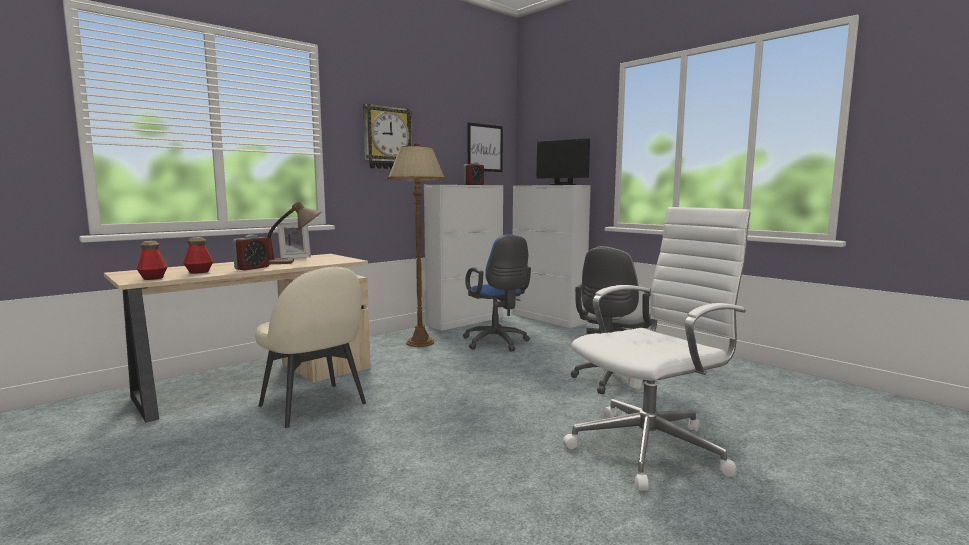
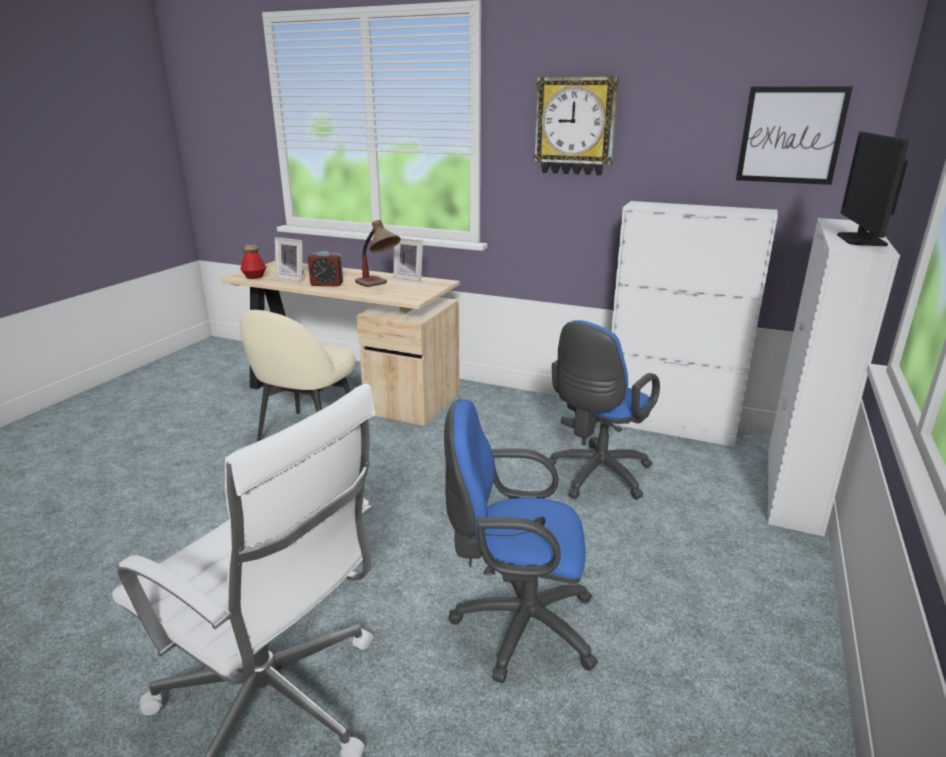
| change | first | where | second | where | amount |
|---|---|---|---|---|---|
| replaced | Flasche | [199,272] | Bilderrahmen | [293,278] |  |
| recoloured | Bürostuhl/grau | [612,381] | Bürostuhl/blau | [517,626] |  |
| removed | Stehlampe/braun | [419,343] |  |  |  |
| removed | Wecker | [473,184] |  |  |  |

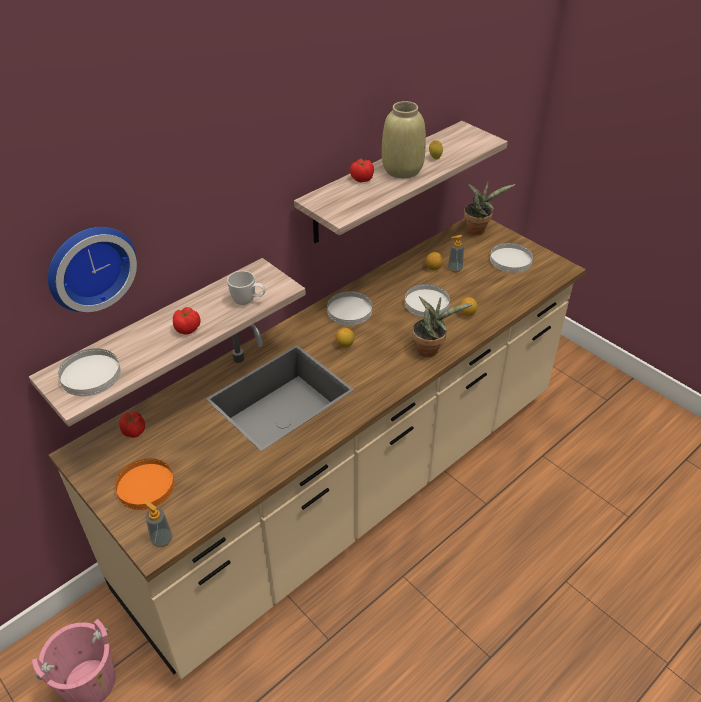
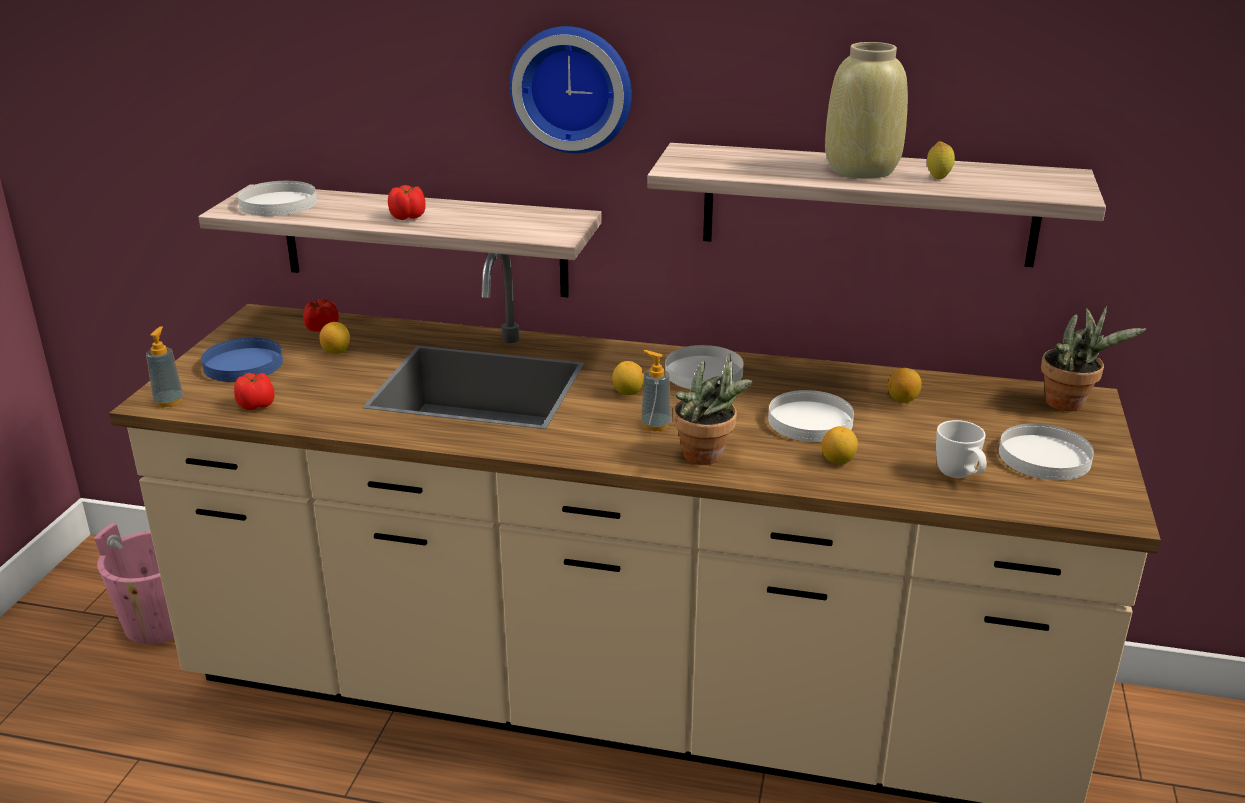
| change | first | where | second | where | amount |
|---|---|---|---|---|---|
| recoloured | Teller/orange | [145,486] | Teller/blau | [242,364] |  |
| moved | Tomate | [361,179] |  | [256,405] |  |
| added |  |  | Zitrone | [336,351] |  |
| moved | Wanduhr | [89,266] |  | [573,88] |  |
| moved | Seifenspender | [455,268] |  | [655,425] |  |
| moved | Henkelbecher/weiß | [248,301] |  | [960,477] |  |

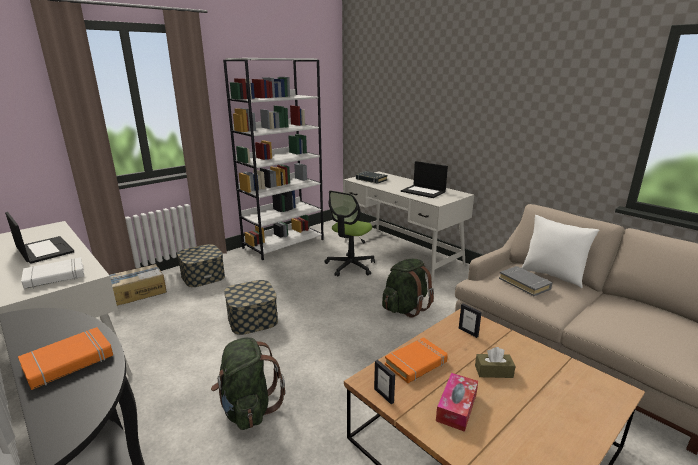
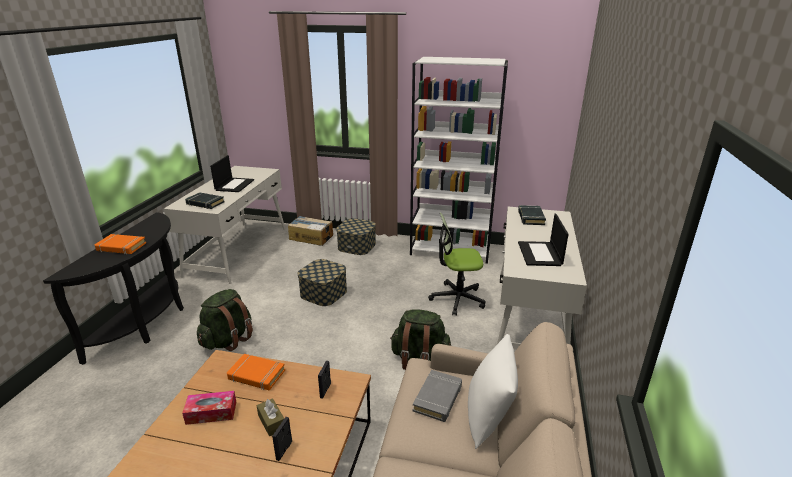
| change | first | where | second | where | amount |
|---|---|---|---|---|---|
| recoloured | Buch/weiß | [55,277] | Buch/schwarz | [205,203] |  |
| moved | Bilderrahmen | [384,395] |  | [284,450] |  |

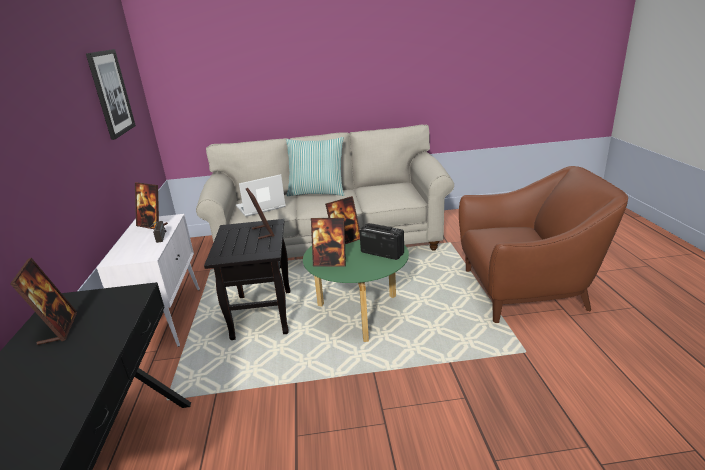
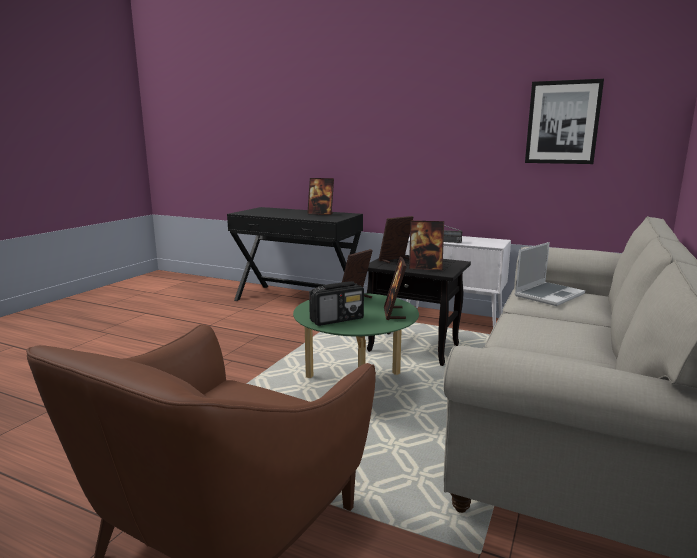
| change | first | where | second | where | amount |
|---|---|---|---|---|---|
| moved | Bilderrahmen | [152,225] |  | [395,260] |  |
| turned | Laptop | [260,207] |  | [548,295] | 45 degrees clockwise |
| removed | Kissen | [317,192] |  |  |  |

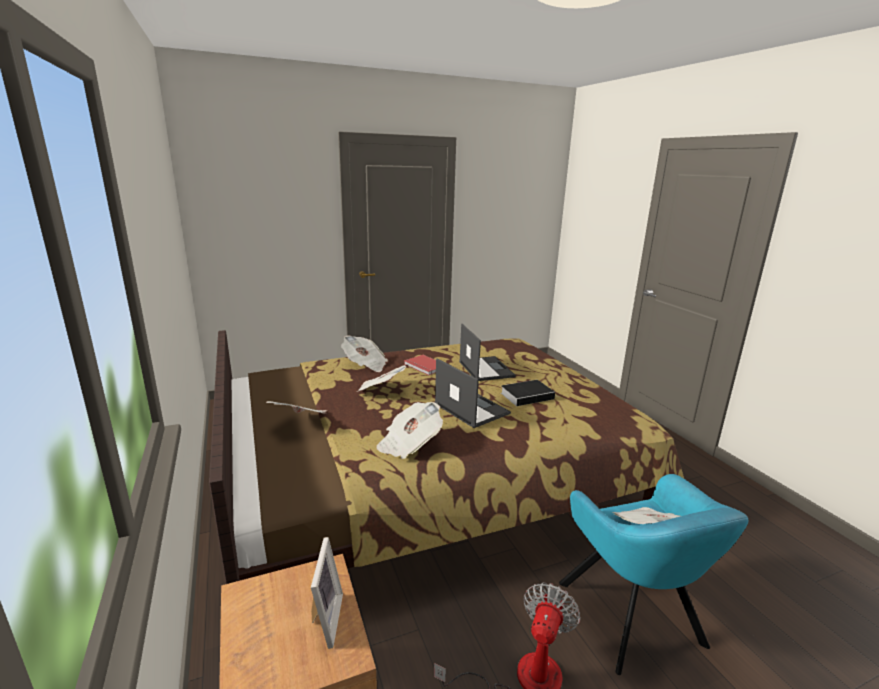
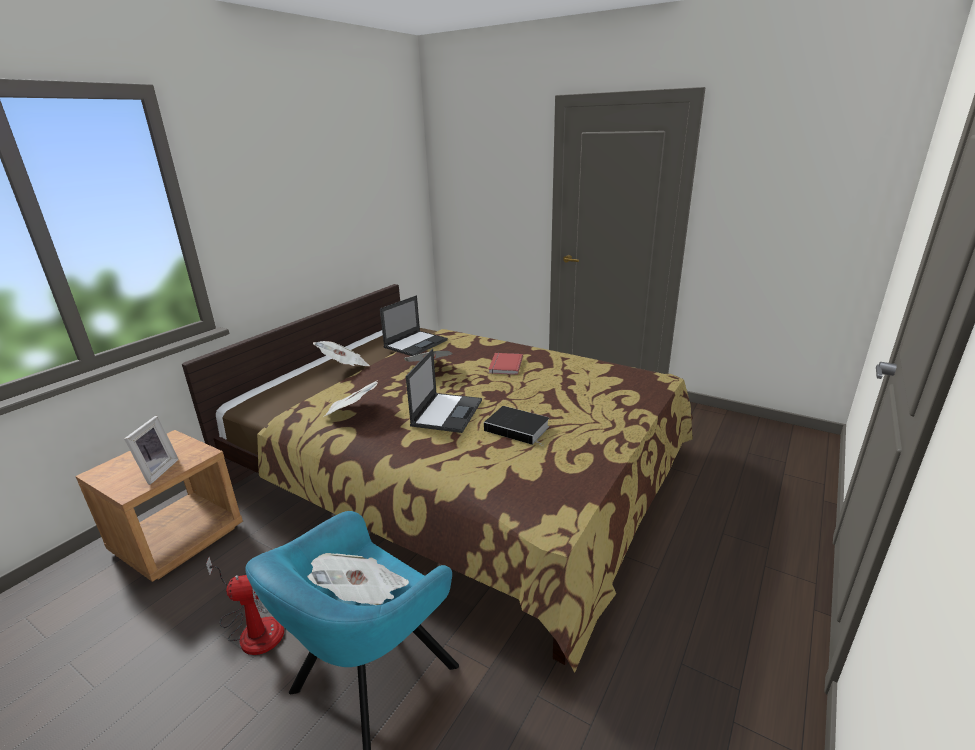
| change | first | where | second | where | amount |
|---|---|---|---|---|---|
| turned | Bilderrahmen | [323,620] |  | [156,471] | 45 degrees counterclockwise |
| moved | Laptop | [485,368] |  | [416,343] |  |
| removed | Zeitung | [365,365] |  |  |  |

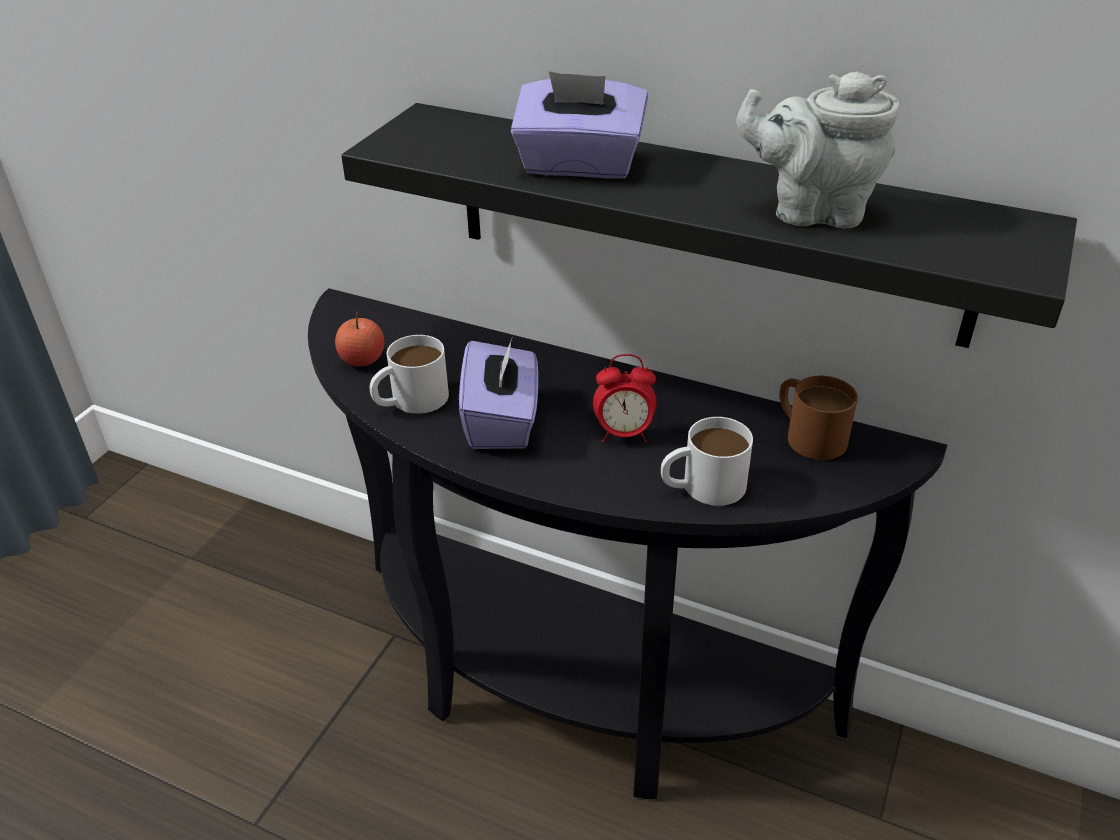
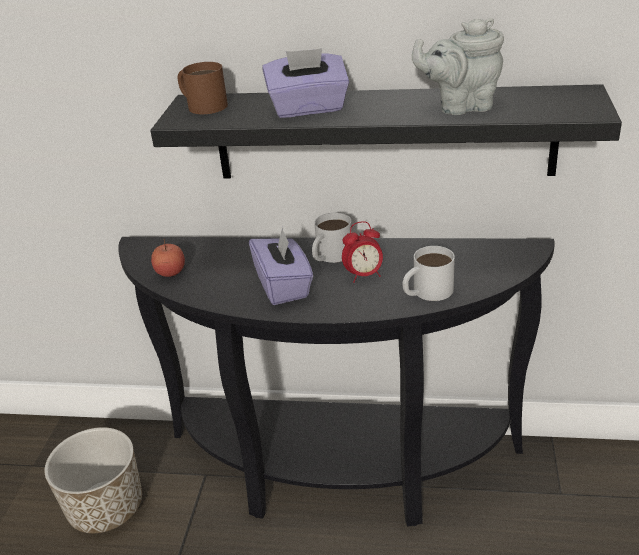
| change | first | where | second | where | amount |
|---|---|---|---|---|---|
| added |  |  | Pflanzkübel | [106,507] |  |
| moved | Henkelbecher/braun | [808,433] |  | [202,105] |  |
| moved | Henkelbecher/weiß | [410,400] |  | [330,256] |  |

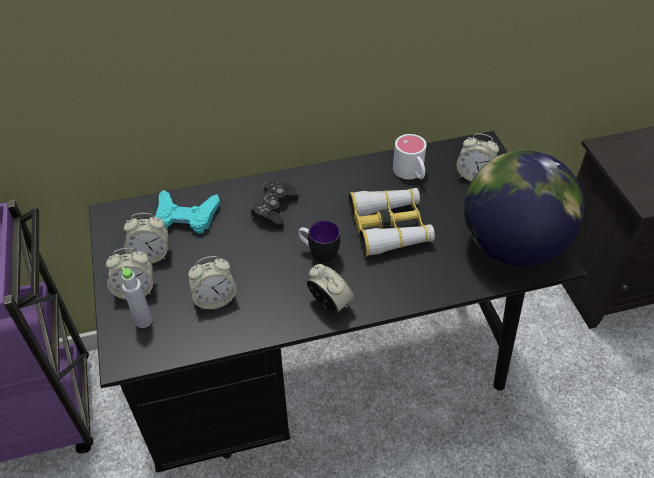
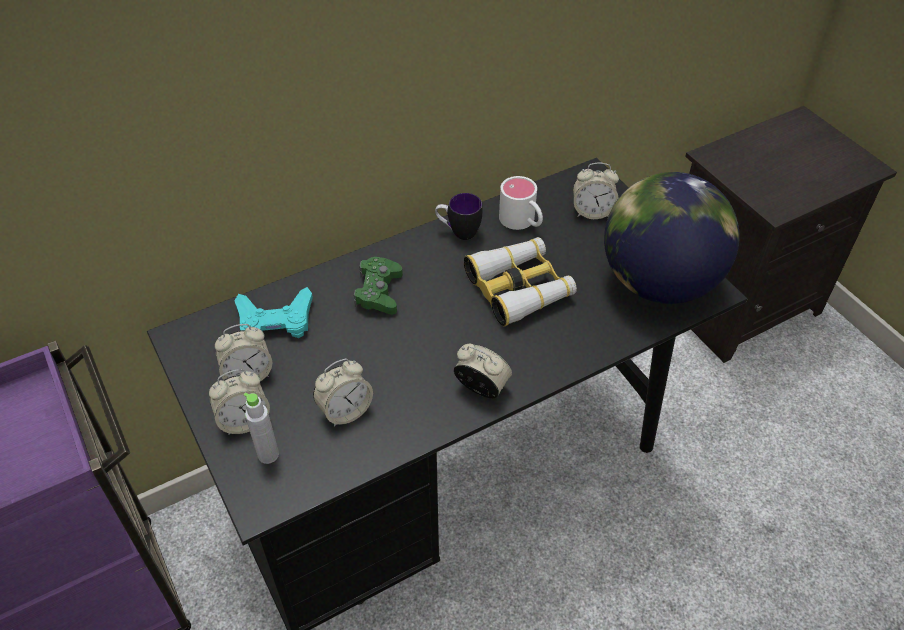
| change | first | where | second | where | amount |
|---|---|---|---|---|---|
| recoloured | Gamepad/schwarz | [274,209] | Gamepad/grün | [379,292] |  |
| moved | Henkelbecher | [318,254] |  | [458,232] |  |

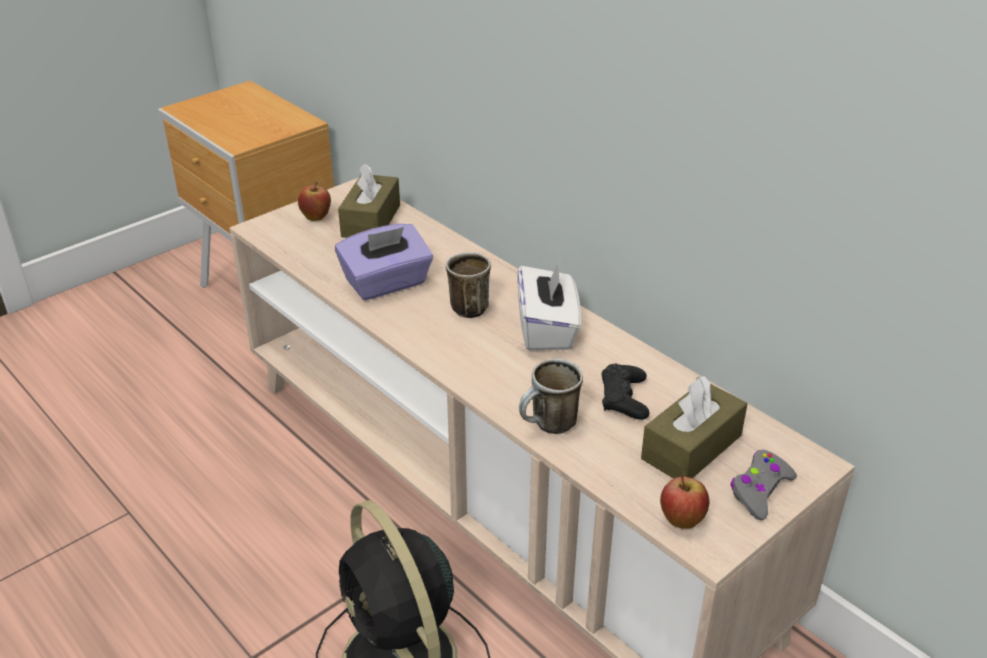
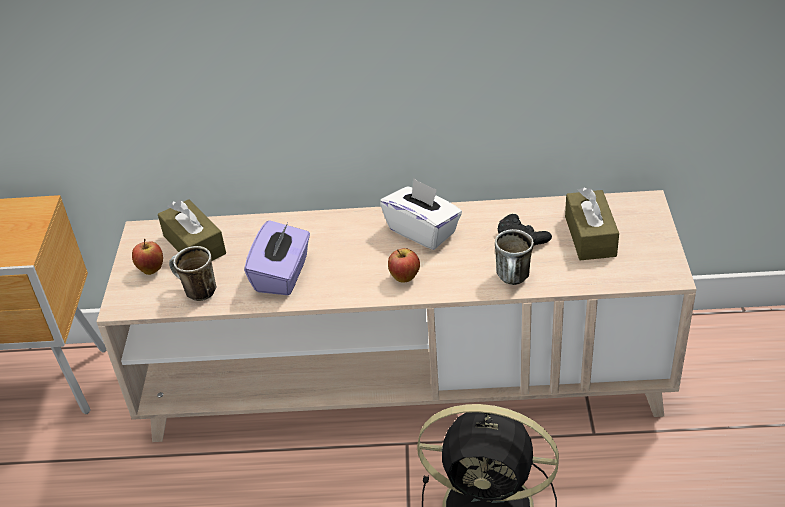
| change | first | where | second | where | amount |
|---|---|---|---|---|---|
| moved | Henkelbecher | [466,306] |  | [195,292] |  |
| moved | Apfel | [681,521] |  | [404,278] |  |
| removed | Gamepad/grau | [760,490] |  |  |  |

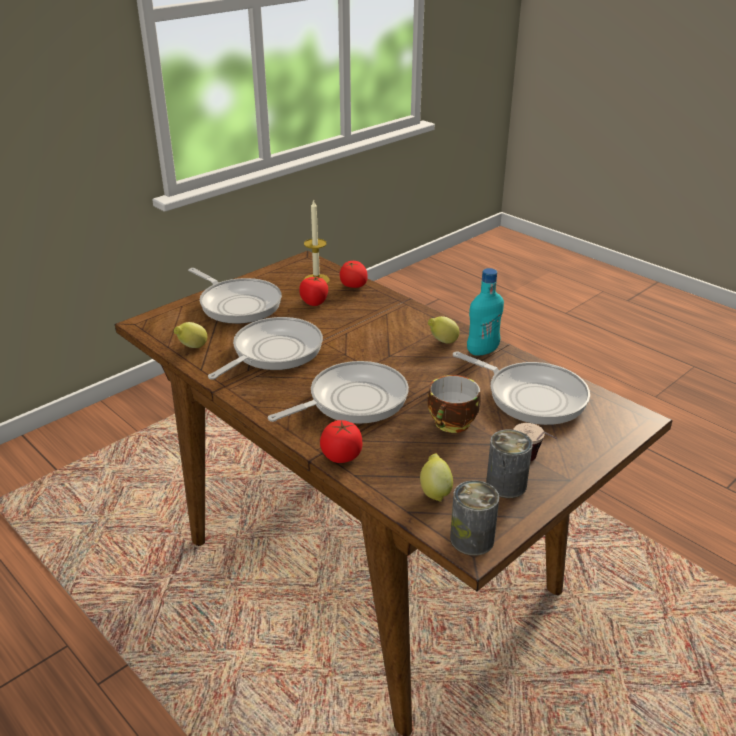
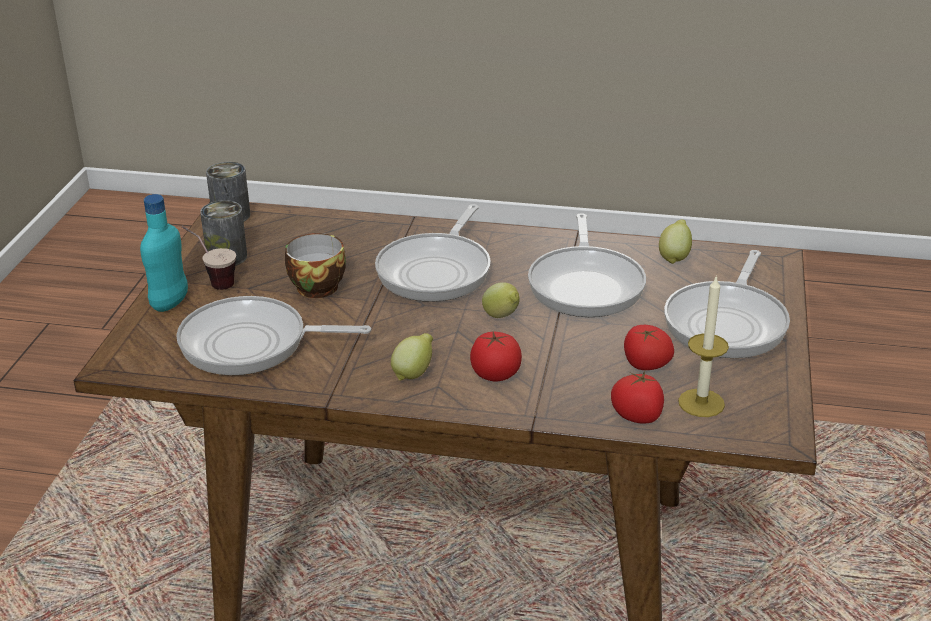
| change | first | where | second | where | amount |
|---|---|---|---|---|---|
| moved | Flasche/türkis | [482,351] |  | [170,303] |  |
| moved | Tomate | [341,455] |  | [495,374] |  |
| moved | Zitrone | [435,491] |  | [502,317] |  |
| turned | Pfanne | [238,304] |  | [728,323] | 75 degrees counterclockwise |

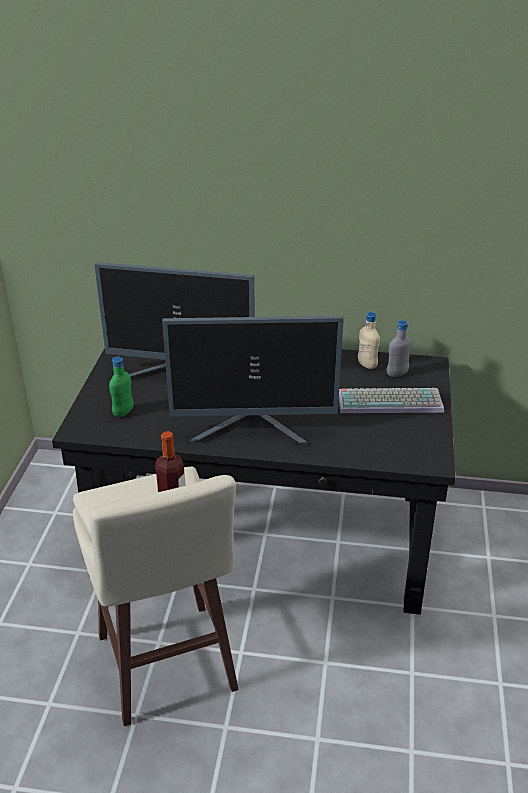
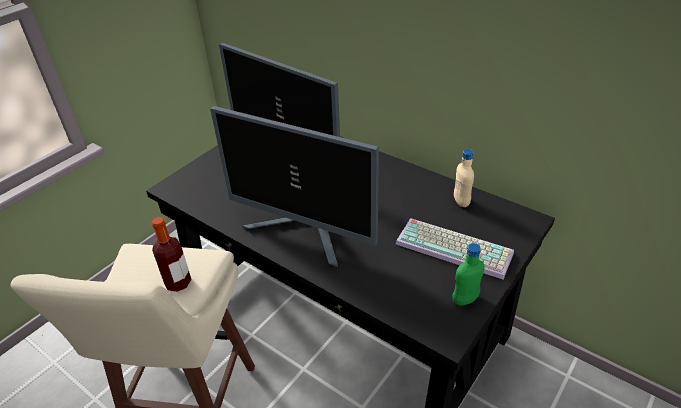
| change | first | where | second | where | amount |
|---|---|---|---|---|---|
| moved | Flasche/grün | [123,412] |  | [465,300] |  |
| removed | Flasche/grau | [397,374] |  |  |  |

